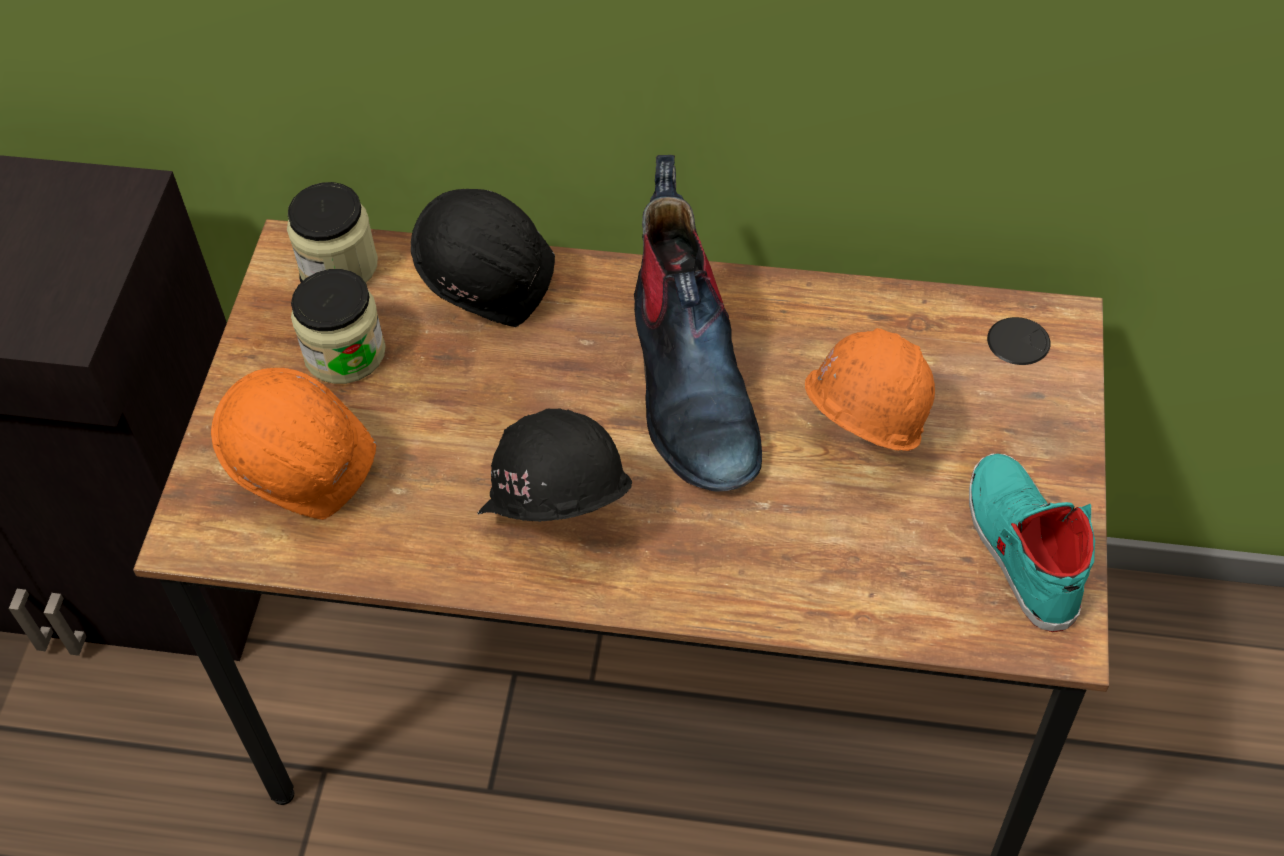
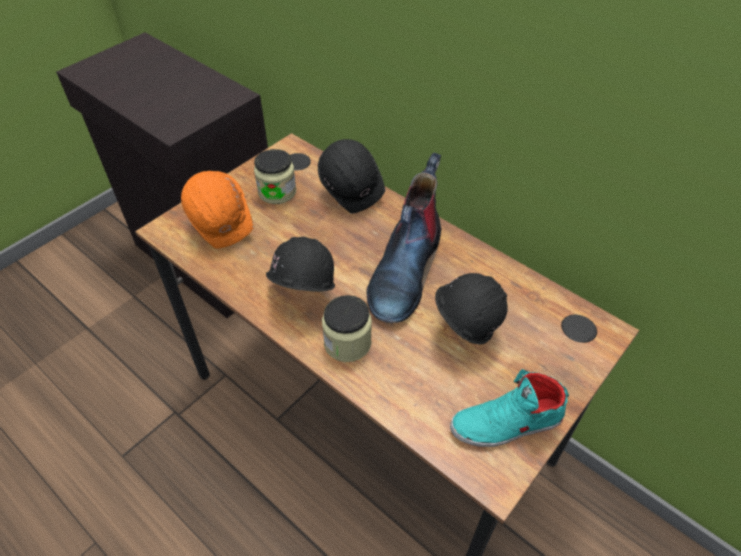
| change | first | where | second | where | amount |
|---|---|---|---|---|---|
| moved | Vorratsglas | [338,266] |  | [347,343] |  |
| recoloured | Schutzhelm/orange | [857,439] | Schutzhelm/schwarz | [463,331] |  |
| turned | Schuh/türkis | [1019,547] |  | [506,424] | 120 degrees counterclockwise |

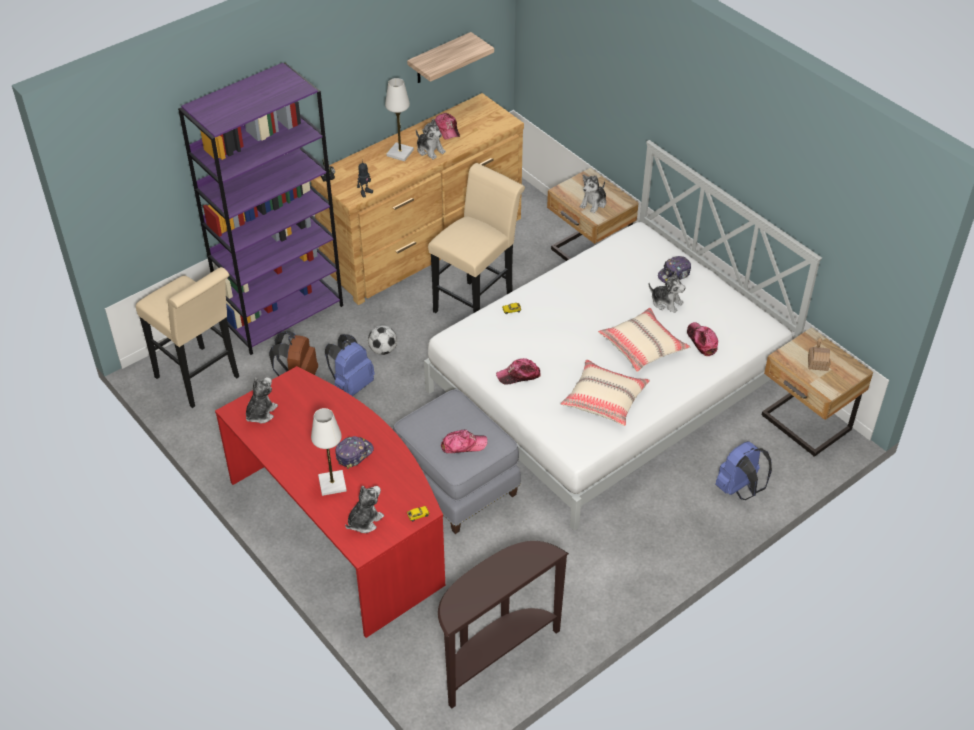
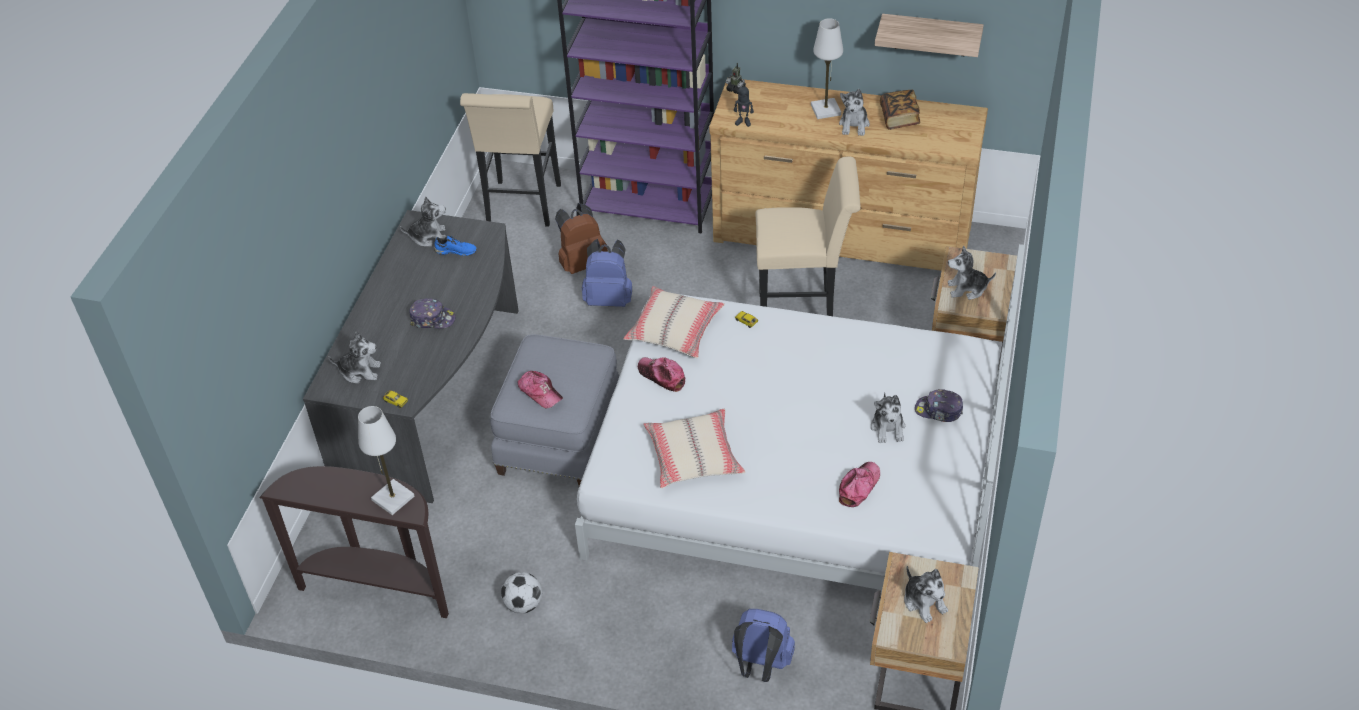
| change | first | where | second | where | amount |
|---|---|---|---|---|---|
| recoloured | Schreibtisch/rot | [341,528] | Schreibtisch/grau | [437,395] |  |
| moved | Tischlampe/weiß | [332,484] |  | [393,498] |  |
| added |  |  | Schuh/blau | [456,251] |  |
| moved | Fußball | [383,350] |  | [523,604] |  |
| moved | Kissen/beige | [643,346] |  | [675,330] |  |
| replaced | Kappe | [447,129] | Buch | [899,118] |  |
| replaced | Spielzeughaus | [817,363] | Plüschtier | [924,602] |  |

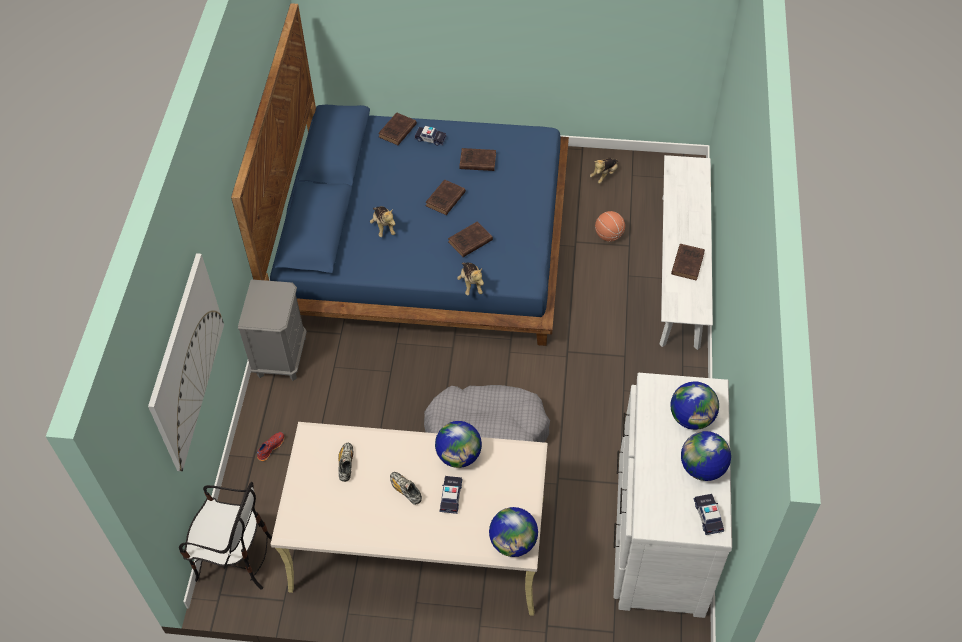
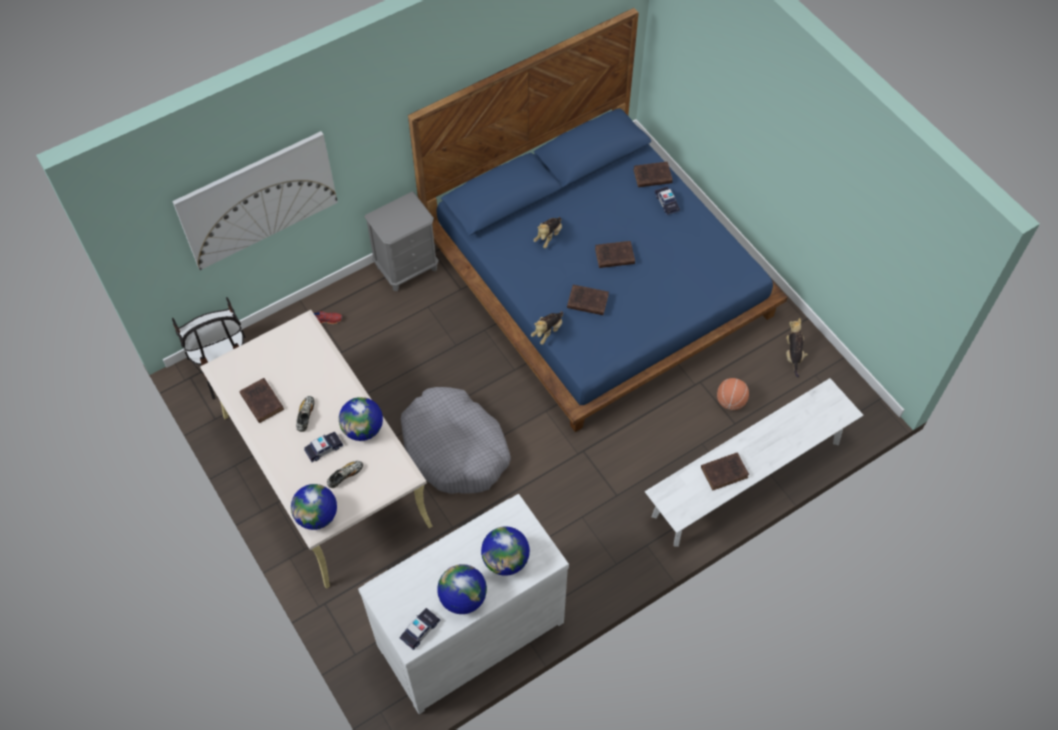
| change | first | where | second | where | amount |
|---|---|---|---|---|---|
| moved | Buch/braun | [476,161] |  | [261,401] |  |
| moved | Schuh | [346,464] |  | [345,476] |  |
| turned | Plüschtier | [604,175] |  | [793,354] | 90 degrees clockwise |

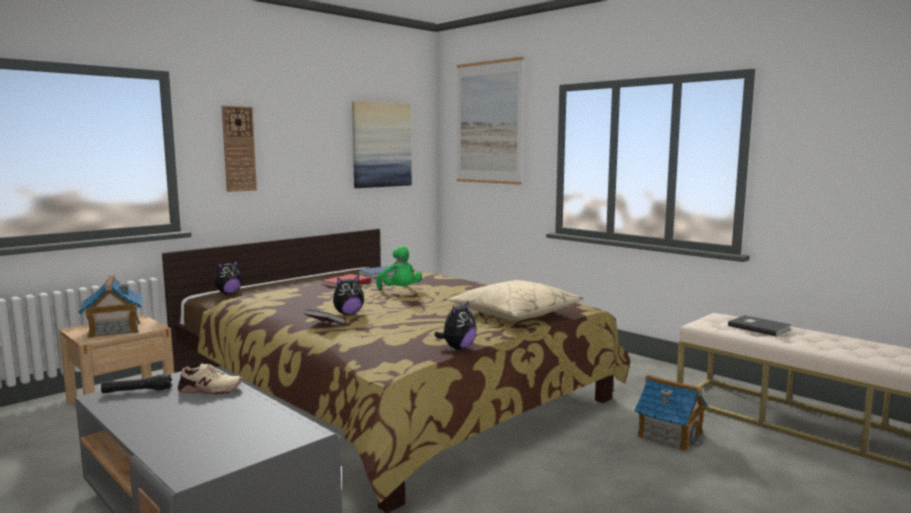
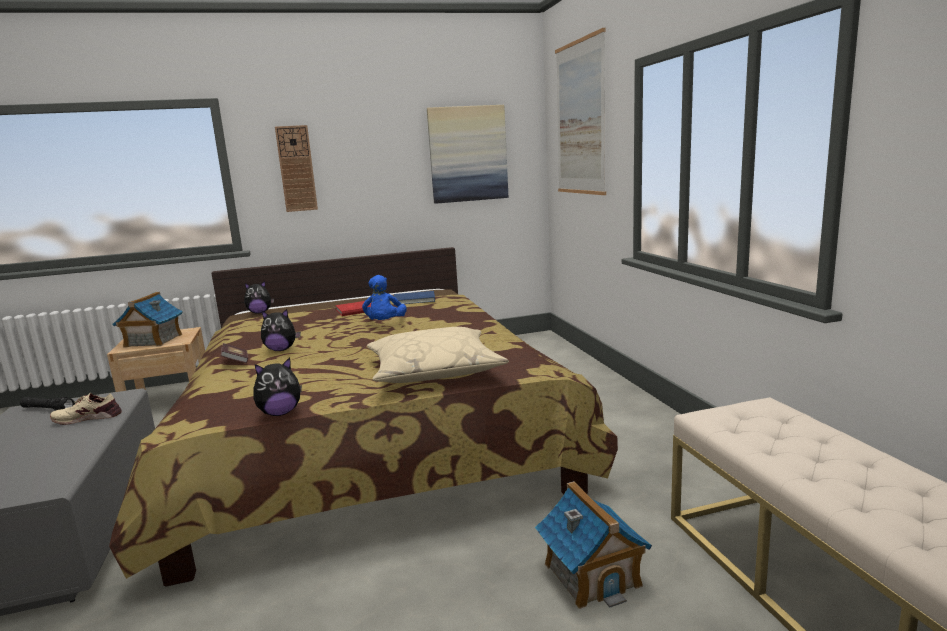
| change | first | where | second | where | amount |
|---|---|---|---|---|---|
| turned | Schuh/beige | [209,389] |  | [88,418] | 135 degrees clockwise |
| recoloured | Plüschtier/grün | [400,291] | Plüschtier/blau | [385,324] |  |
| removed | Buch/grau | [758,327] |  |  |  |

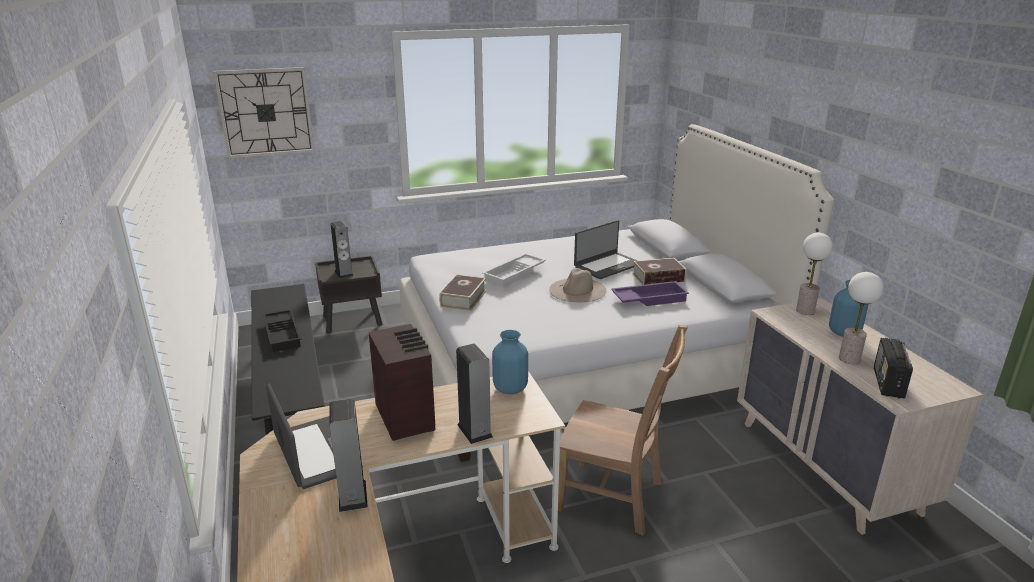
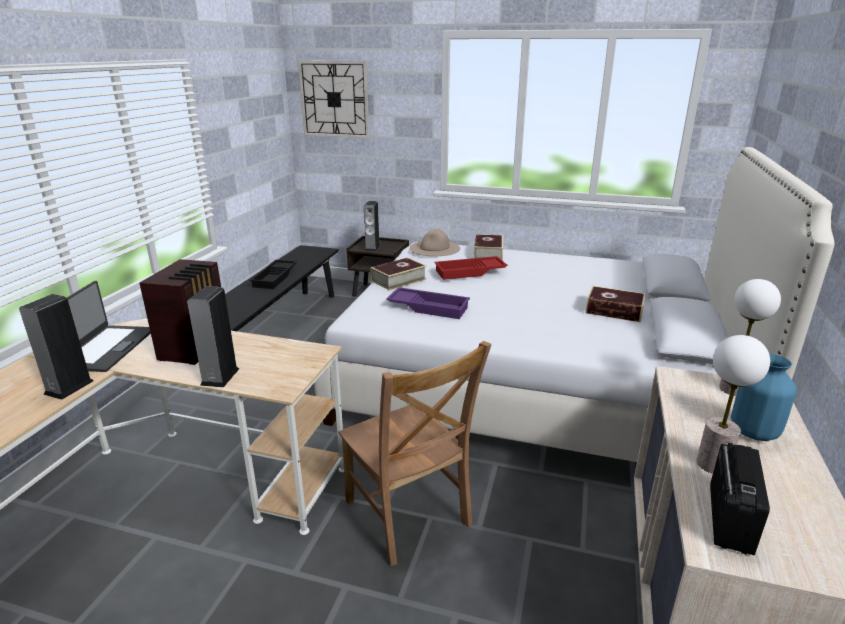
| change | first | where | second | where | amount |
|---|---|---|---|---|---|
| moved | Tablett/lila | [649,299] |  | [429,307] |  |
| moved | Hut/beige | [578,290] |  | [434,248] |  |
| recoloured | Tablett/weiß | [515,274] | Tablett/rot | [470,272] |  |
| added |  |  | Buch | [488,253] |  |
| turned | Radio | [888,383] |  | [730,518] | 150 degrees clockwise |
| removed | Vase/blau | [509,389] |  |  |  |
| removed | Laptop | [607,266] |  |  |  |

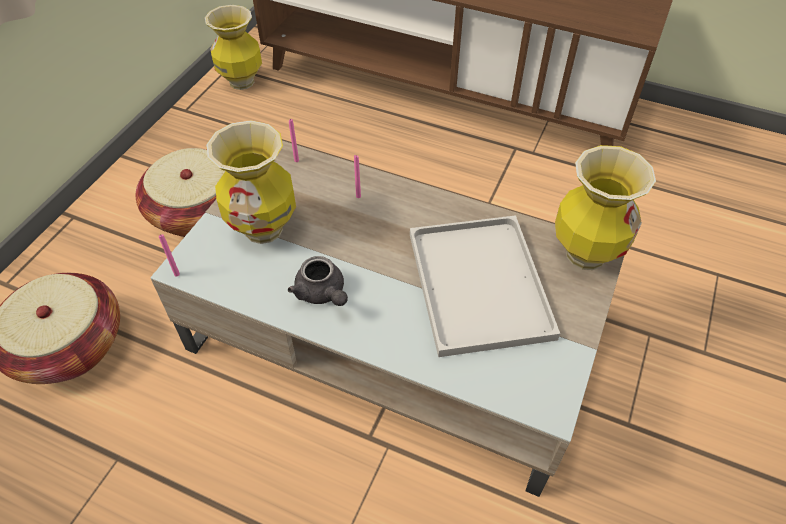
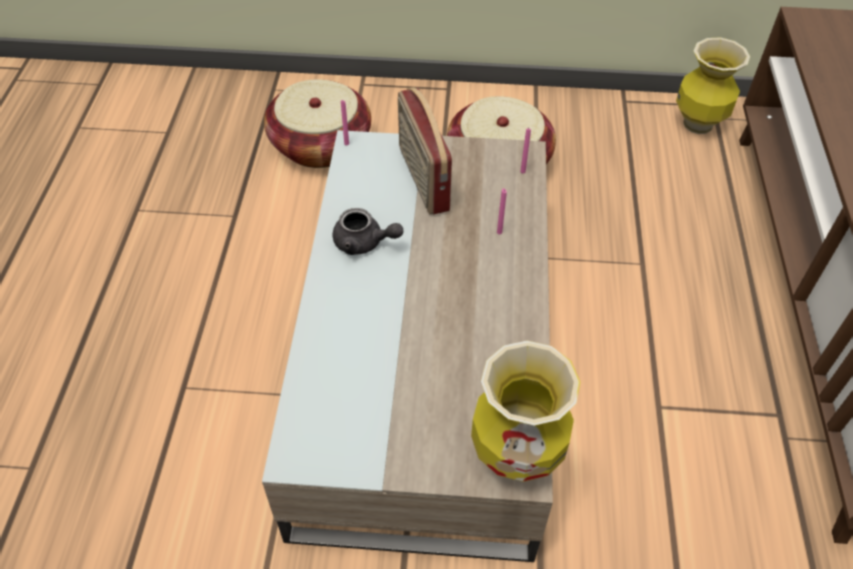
| change | first | where | second | where | amount |
|---|---|---|---|---|---|
| turned | Teekanne/grau | [322,294] |  | [364,243] | 105 degrees counterclockwise |
| replaced | Vase | [264,229] | Radio | [422,179] |  |
| removed | Tablett/weiß | [481,287] |  |  |  |

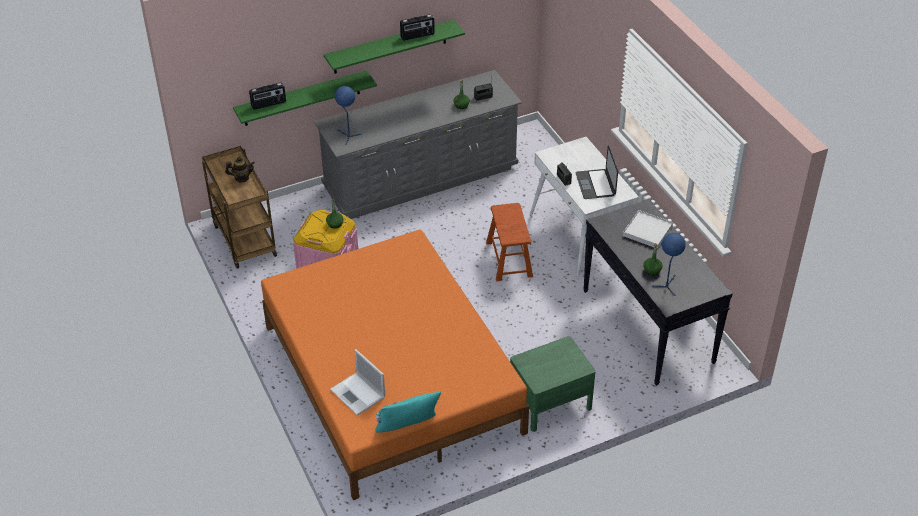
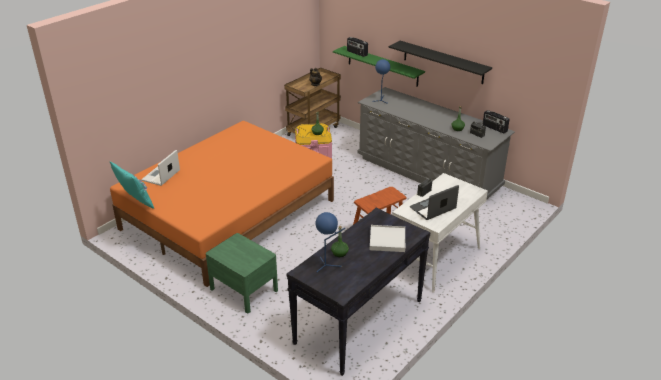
| change | first | where | second | where | amount |
|---|---|---|---|---|---|
| recoloured | Wandregal/grün | [390,47] | Wandregal/schwarz | [443,62] |  |
| moved | Radio | [417,36] |  | [494,128] |  |

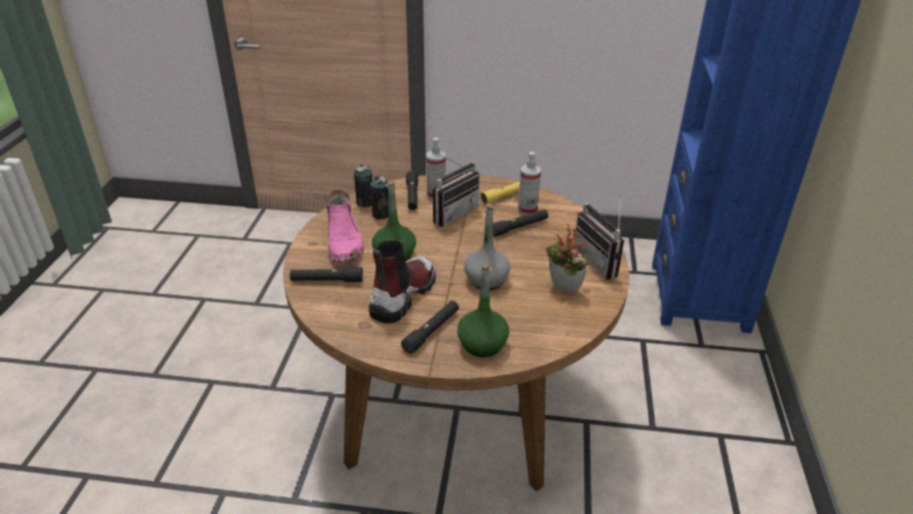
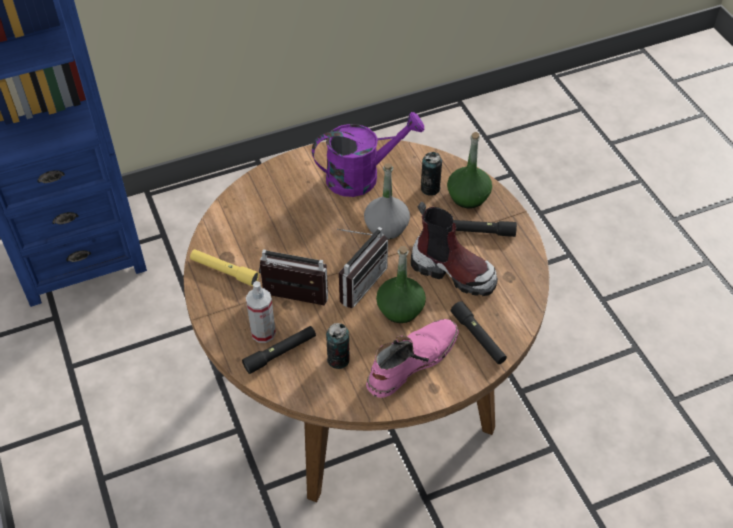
| change | first | where | second | where | amount |
|---|---|---|---|---|---|
| replaced | Topfpflanze | [562,289] | Gießkanne/lila | [362,176] |  |
| moved | Radio | [601,262] |  | [357,281] |  |
| turned | Stiefel | [402,296] |  | [453,271] | 150 degrees counterclockwise |
| moved | Dose | [365,203] |  | [430,188] |  |
| removed | Taschenlampe/schwarz | [519,227] |  |  |  |
| removed | Sprühflasche | [527,210] |  |  |  |

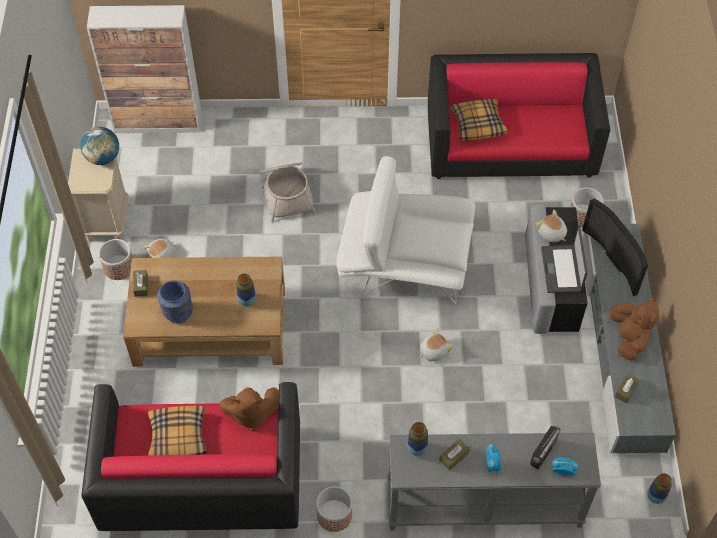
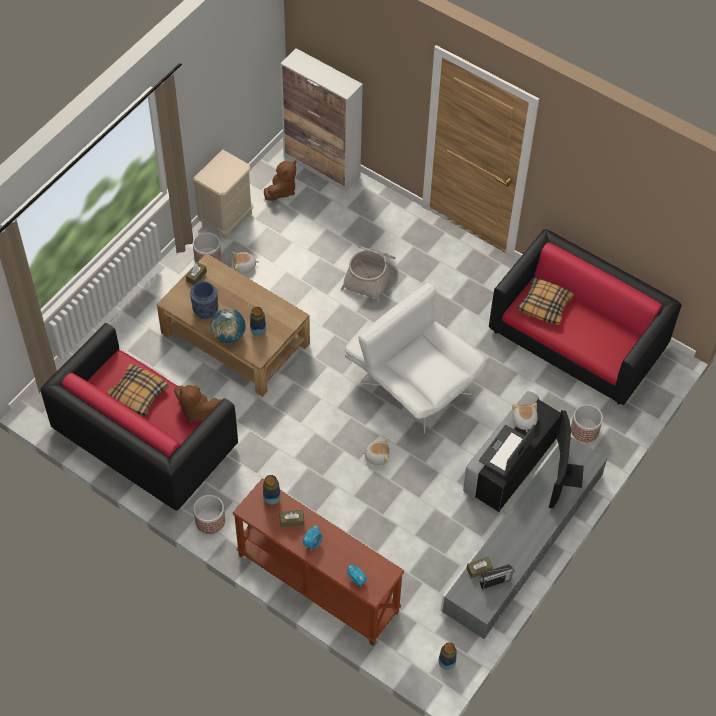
| change | first | where | second | where | amount |
|---|---|---|---|---|---|
| moved | Globus | [103,158] |  | [229,335] |  |
| recoloured | Konsolentisch/grau | [483,506] | Konsolentisch/braun | [316,584] |  |
| moved | Plüschtier/braun | [628,338] |  | [281,190] |  |
| moved | Radio | [543,453] |  | [495,581] |  |

